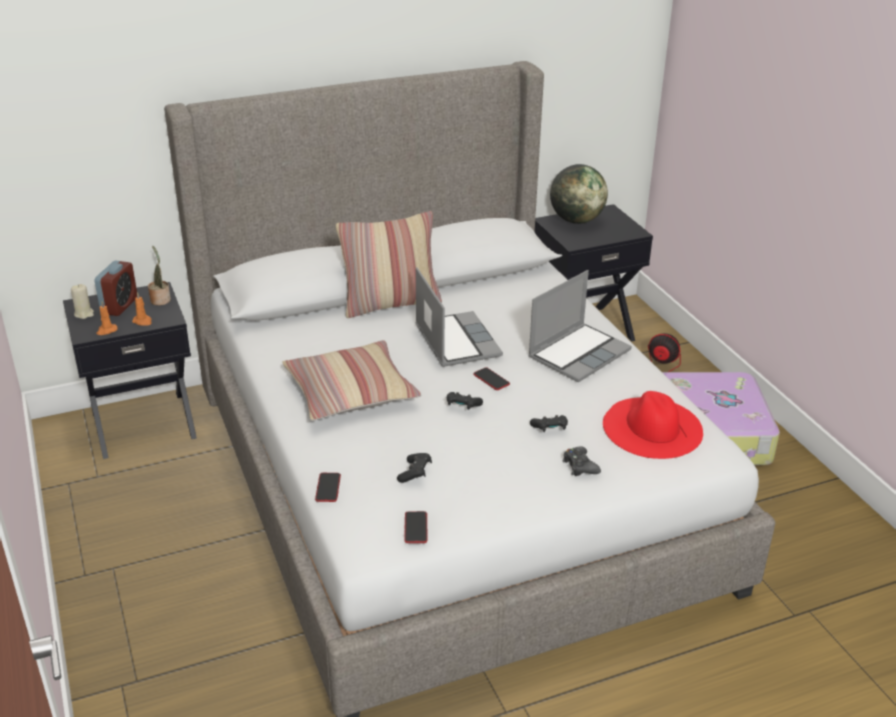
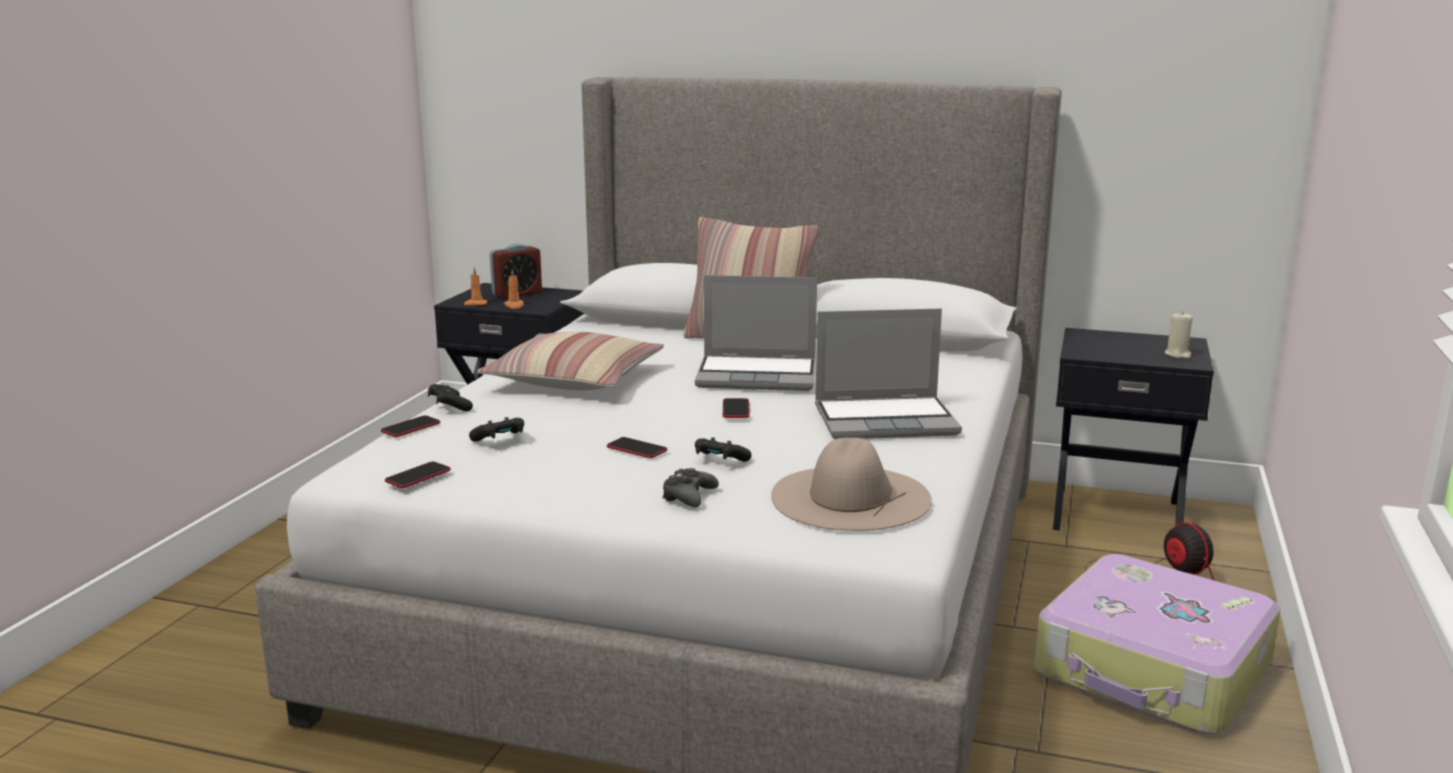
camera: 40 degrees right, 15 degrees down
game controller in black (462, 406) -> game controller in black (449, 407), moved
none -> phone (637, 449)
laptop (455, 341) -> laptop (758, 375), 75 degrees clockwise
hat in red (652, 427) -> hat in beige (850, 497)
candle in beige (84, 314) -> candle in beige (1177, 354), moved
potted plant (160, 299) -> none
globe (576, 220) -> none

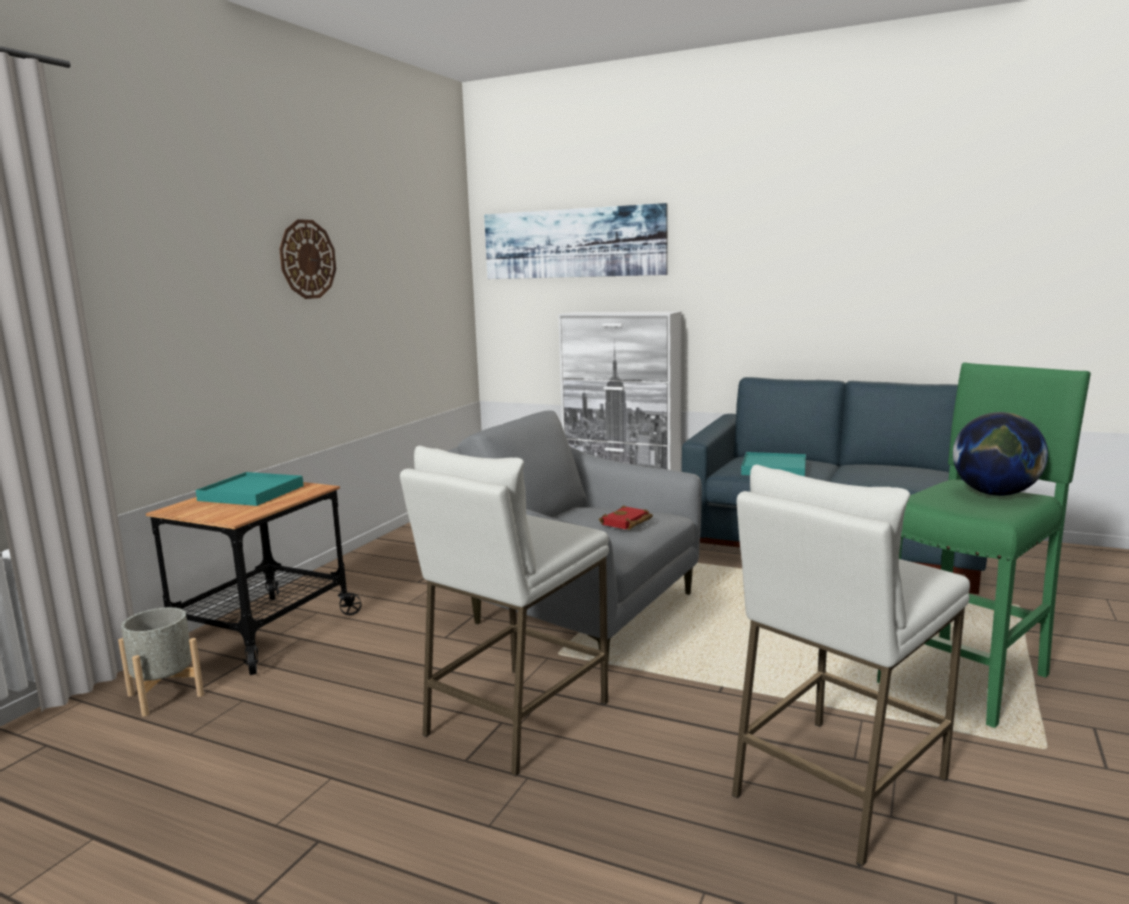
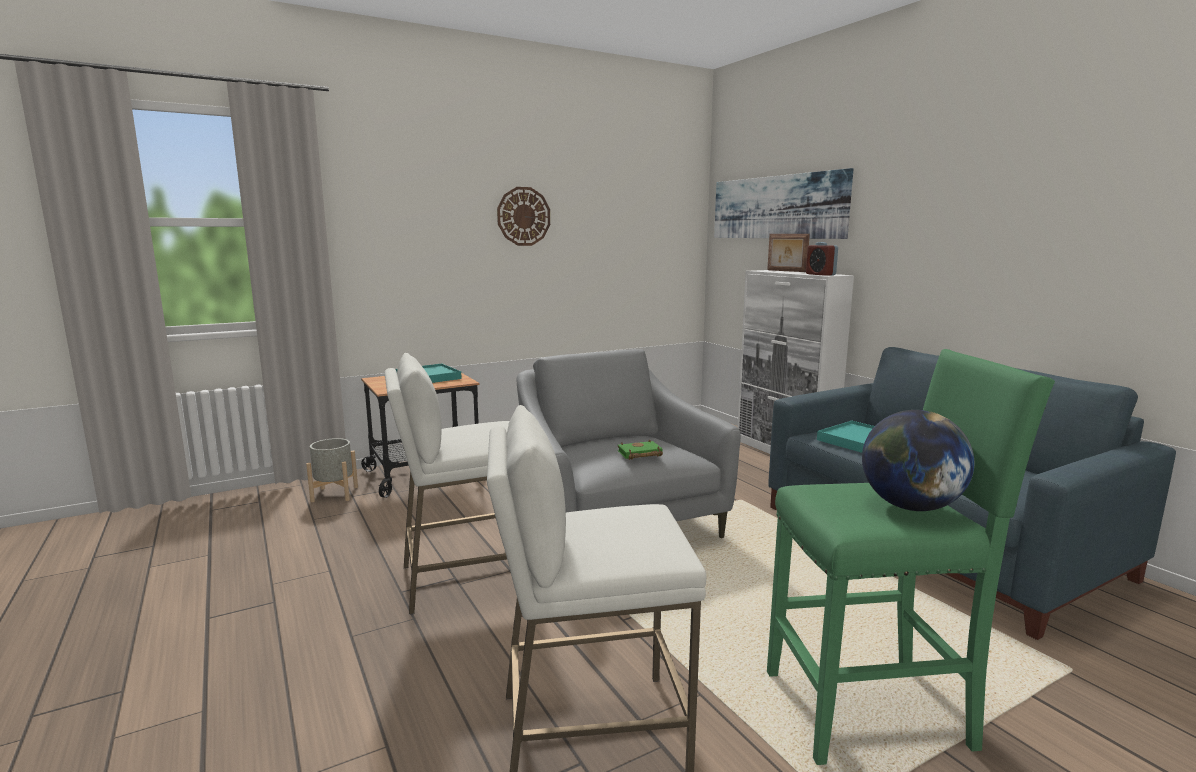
camera: 35 degrees right, 0 degrees up
book in red (626, 523) -> book in green (639, 454)
none -> picture frame (786, 271)
none -> alarm clock (820, 274)

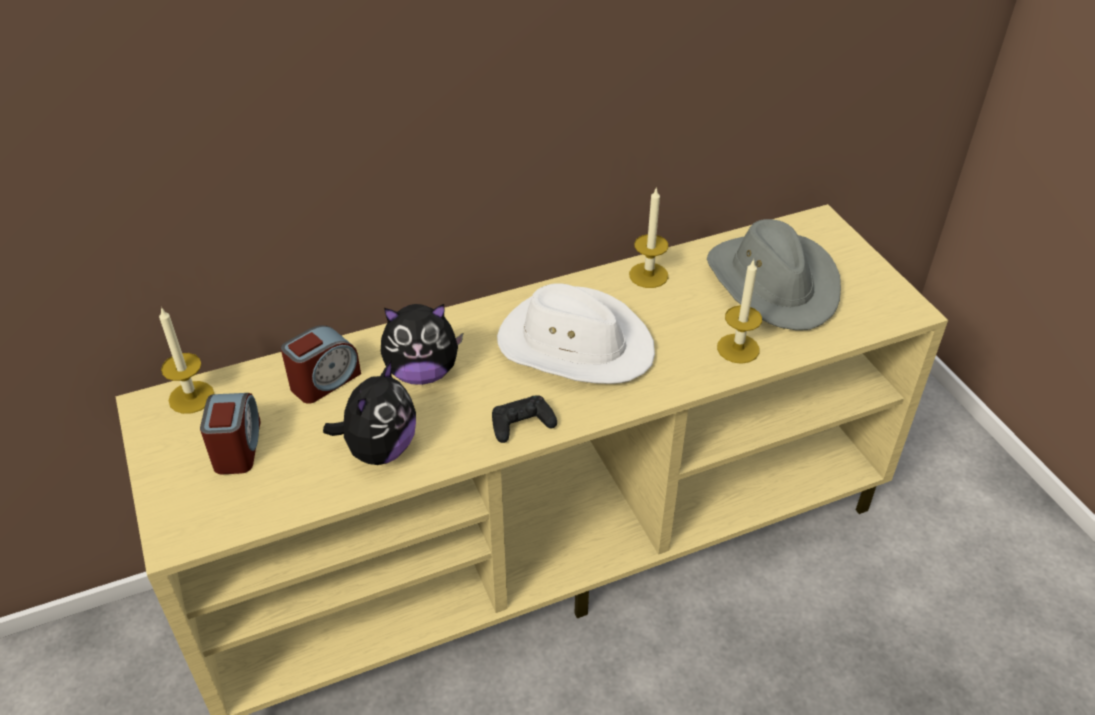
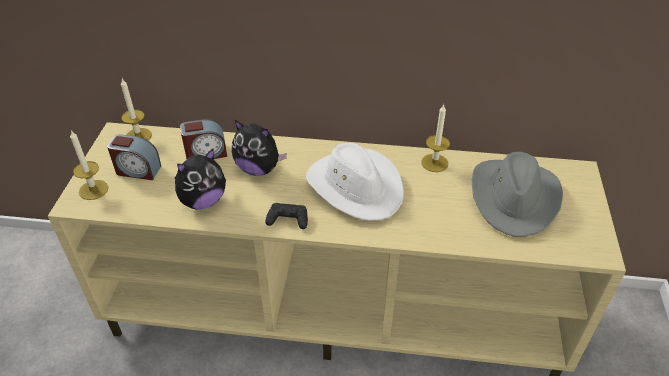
camera: 30 degrees right, 0 degrees up
candle (738, 348) -> candle (93, 190), moved
alarm clock (237, 447) -> alarm clock (137, 170), 75 degrees clockwise

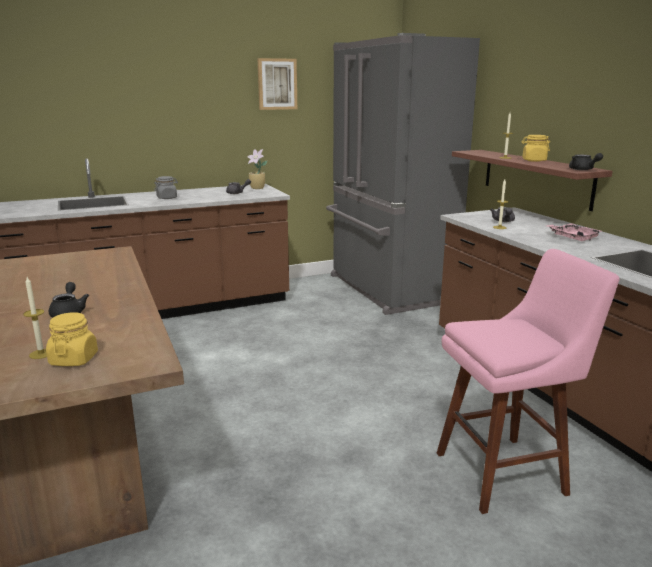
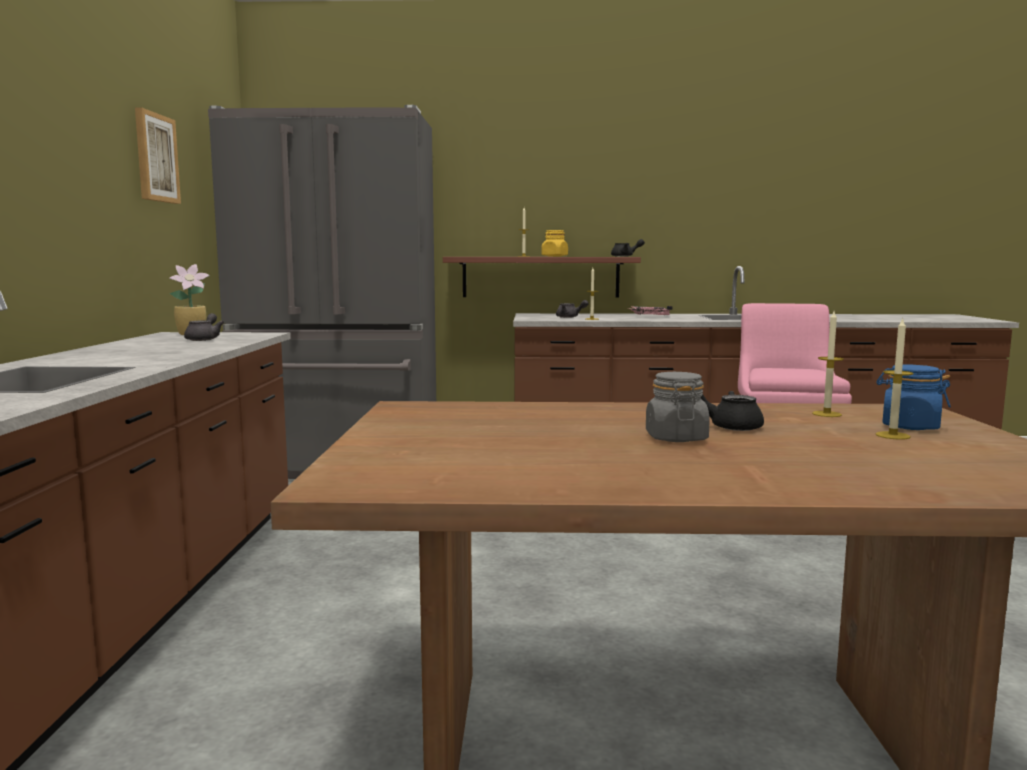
camera: 65 degrees left, 10 degrees down
jar in grey (167, 198) -> jar in grey (675, 438), moved
none -> candle (826, 414)
jar in yellow (74, 359) -> jar in blue (910, 426)

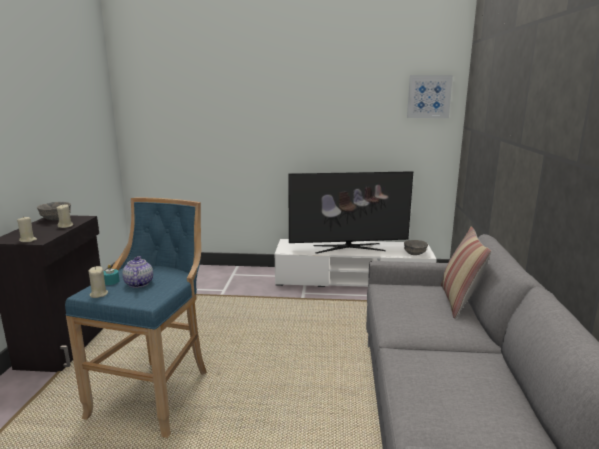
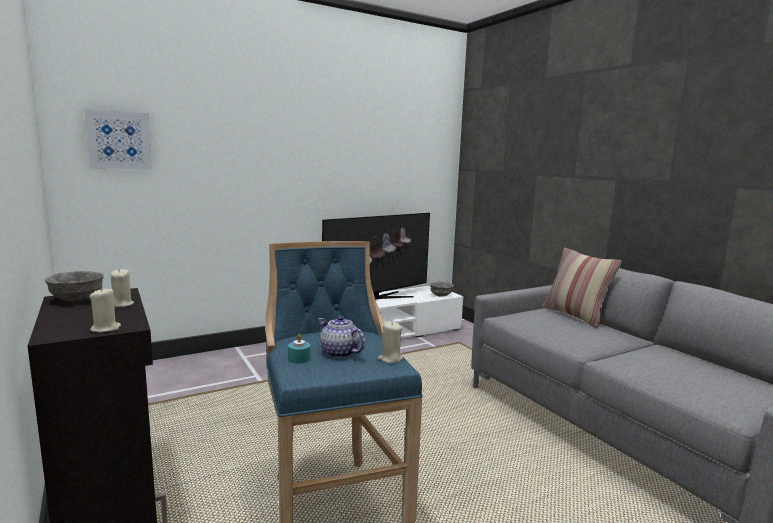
camera: 35 degrees left, 5 degrees down
picture (429, 96) -> picture (119, 140), moved
candle in beige (98, 294) -> candle in beige (390, 359), moved

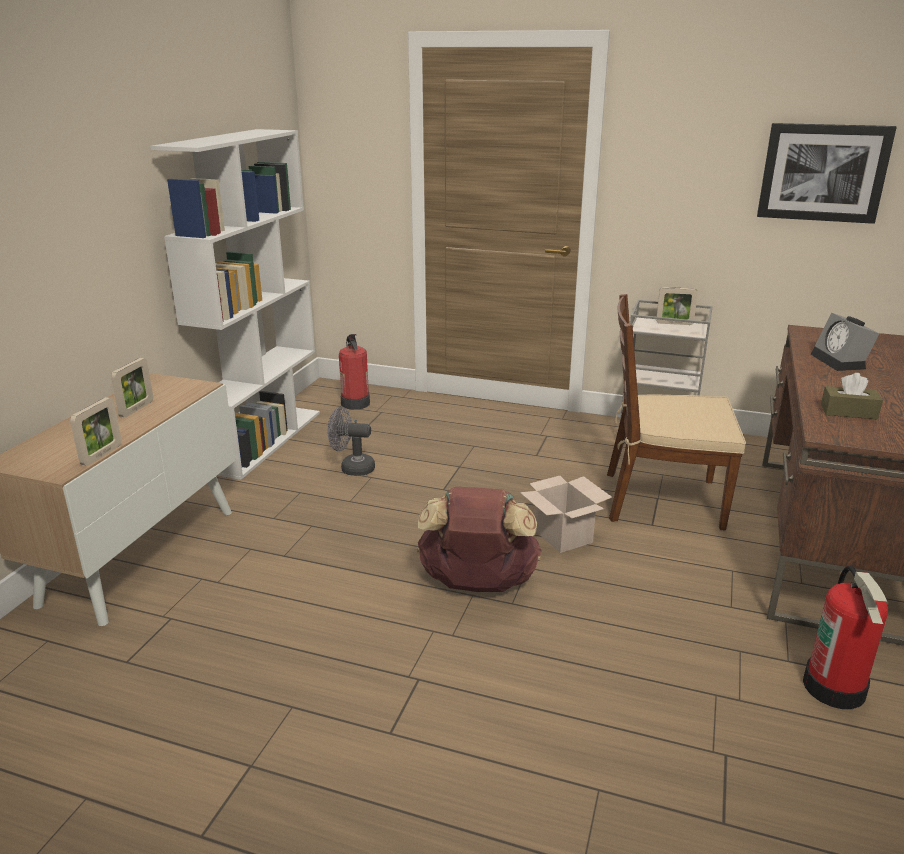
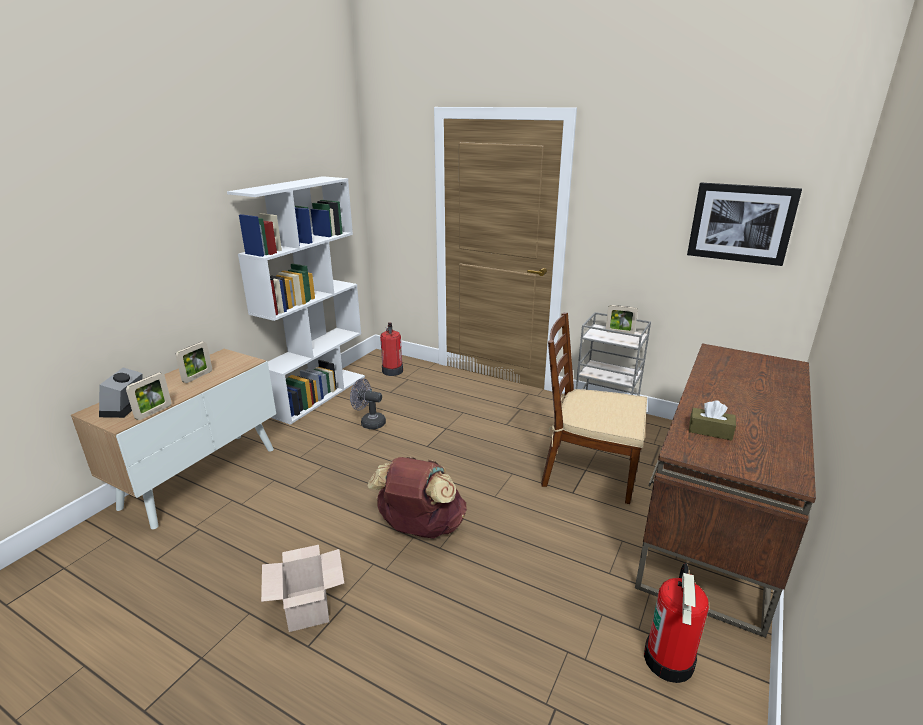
camera: 10 degrees right, 0 degrees up
alarm clock (841, 362) -> alarm clock (124, 408), moved
cardboard box (564, 536) -> cardboard box (309, 609), moved

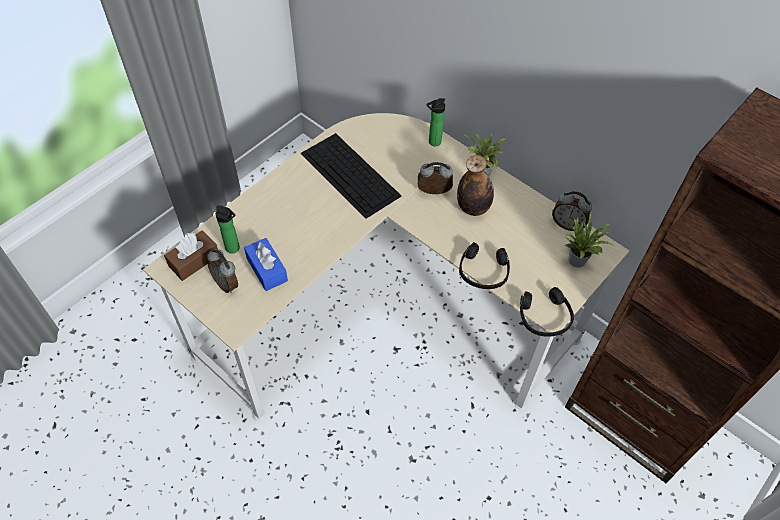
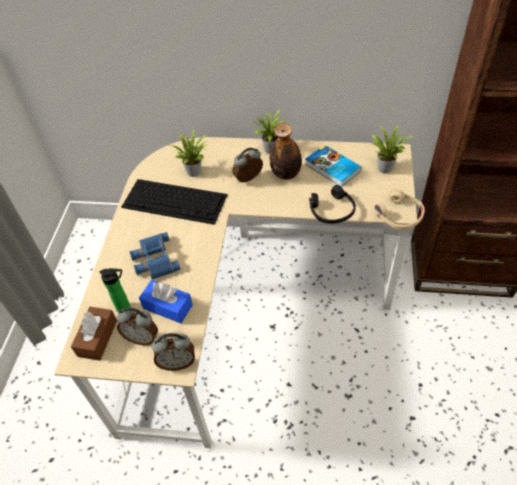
camera: 30 degrees left, 5 degrees down
none -> binoculars in blue (154, 259)
alarm clock (567, 224) -> alarm clock (177, 362), moved
none -> potted plant (195, 170)
none -> book (332, 168)
headphones in black (544, 317) -> headphones in beige (399, 215)
bottle (433, 142) -> none

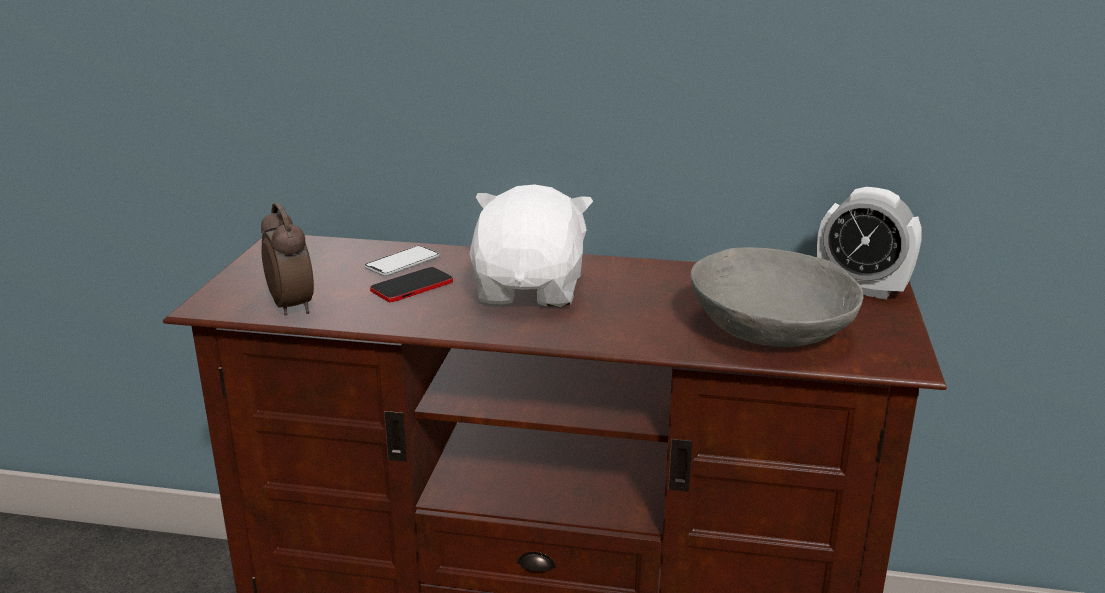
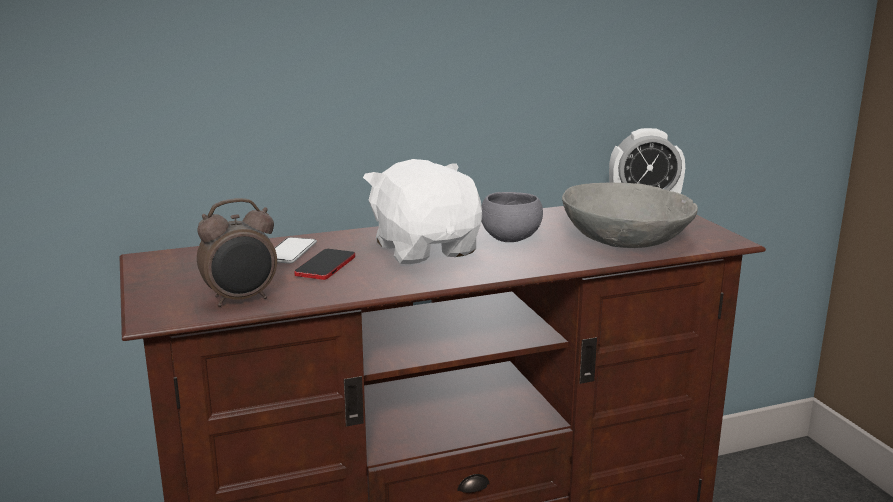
camera: 30 degrees left, 5 degrees down
alarm clock (293, 306) -> alarm clock (241, 300), 120 degrees clockwise
none -> bowl in grey (511, 239)

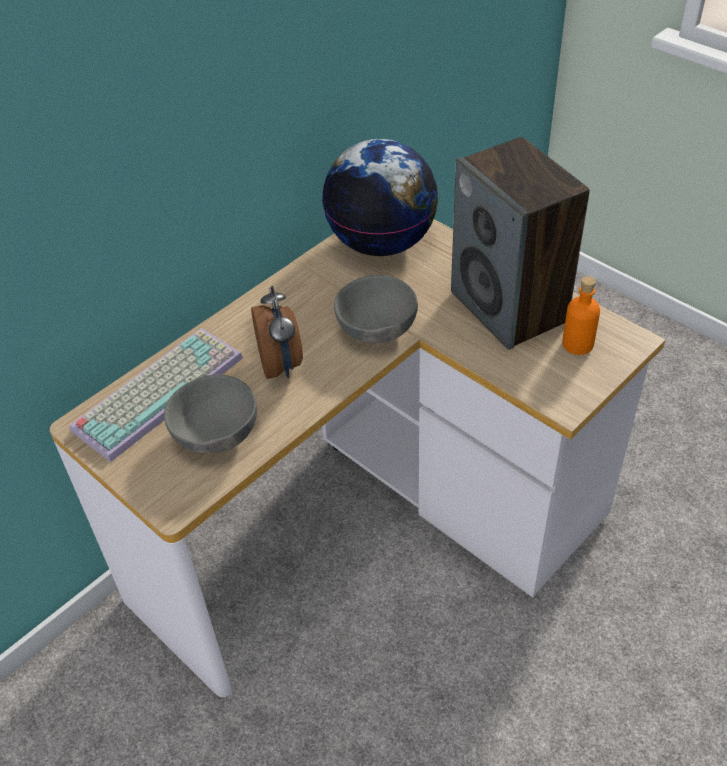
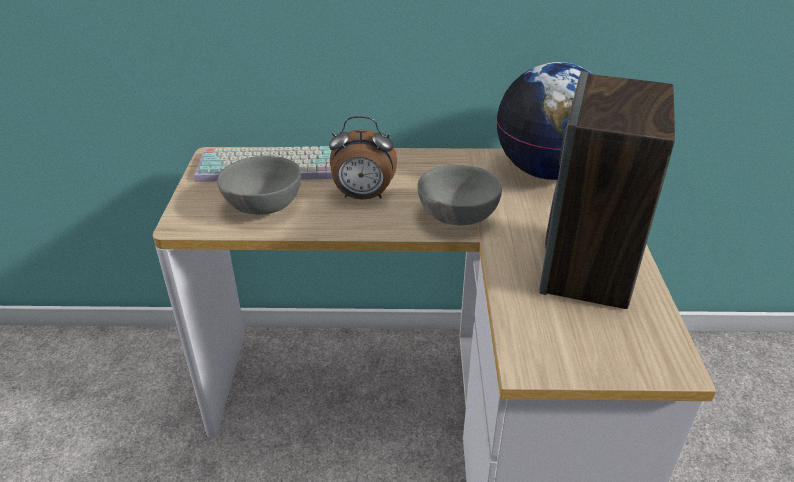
camera: 45 degrees right, 10 degrees down
alarm clock (281, 365) -> alarm clock (363, 196), 60 degrees clockwise
bottle in orange (577, 344) -> none

